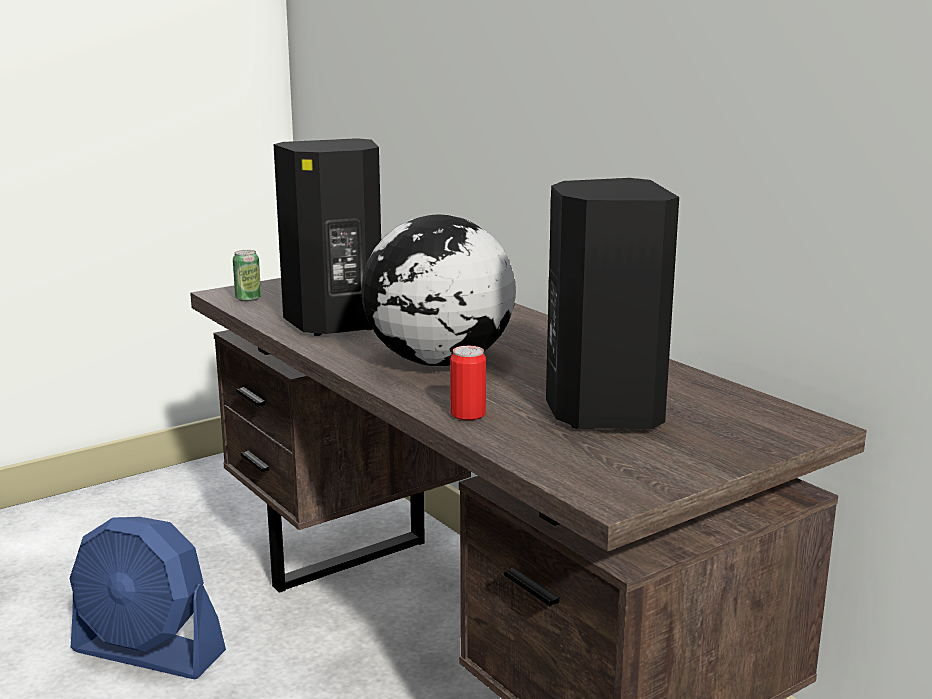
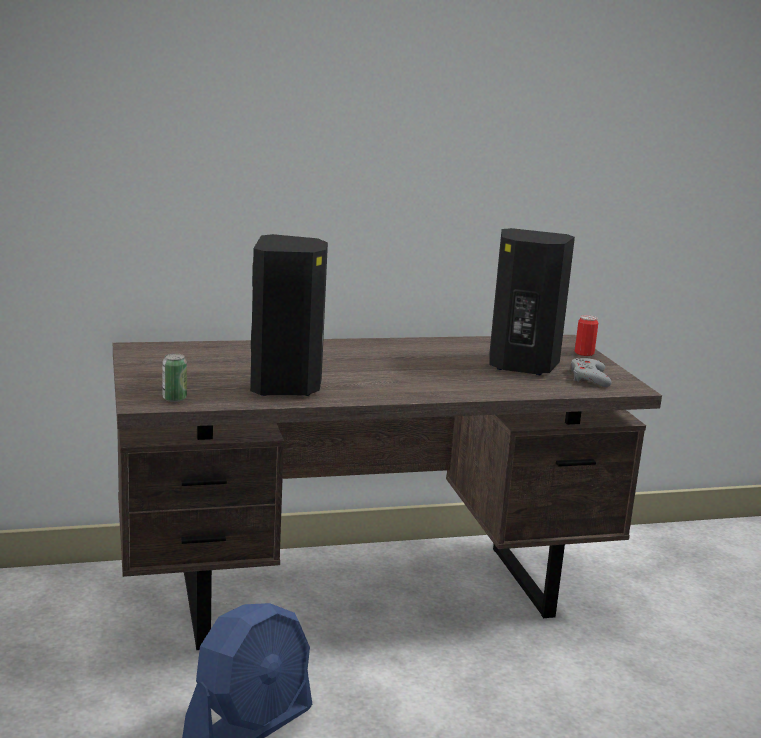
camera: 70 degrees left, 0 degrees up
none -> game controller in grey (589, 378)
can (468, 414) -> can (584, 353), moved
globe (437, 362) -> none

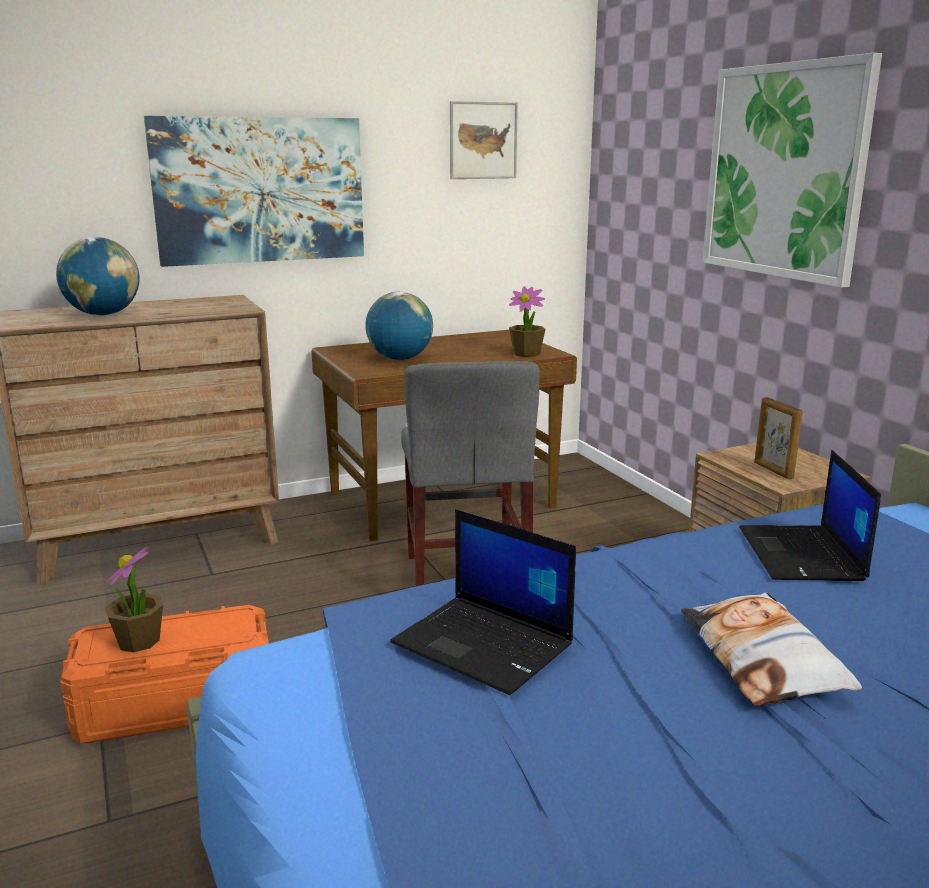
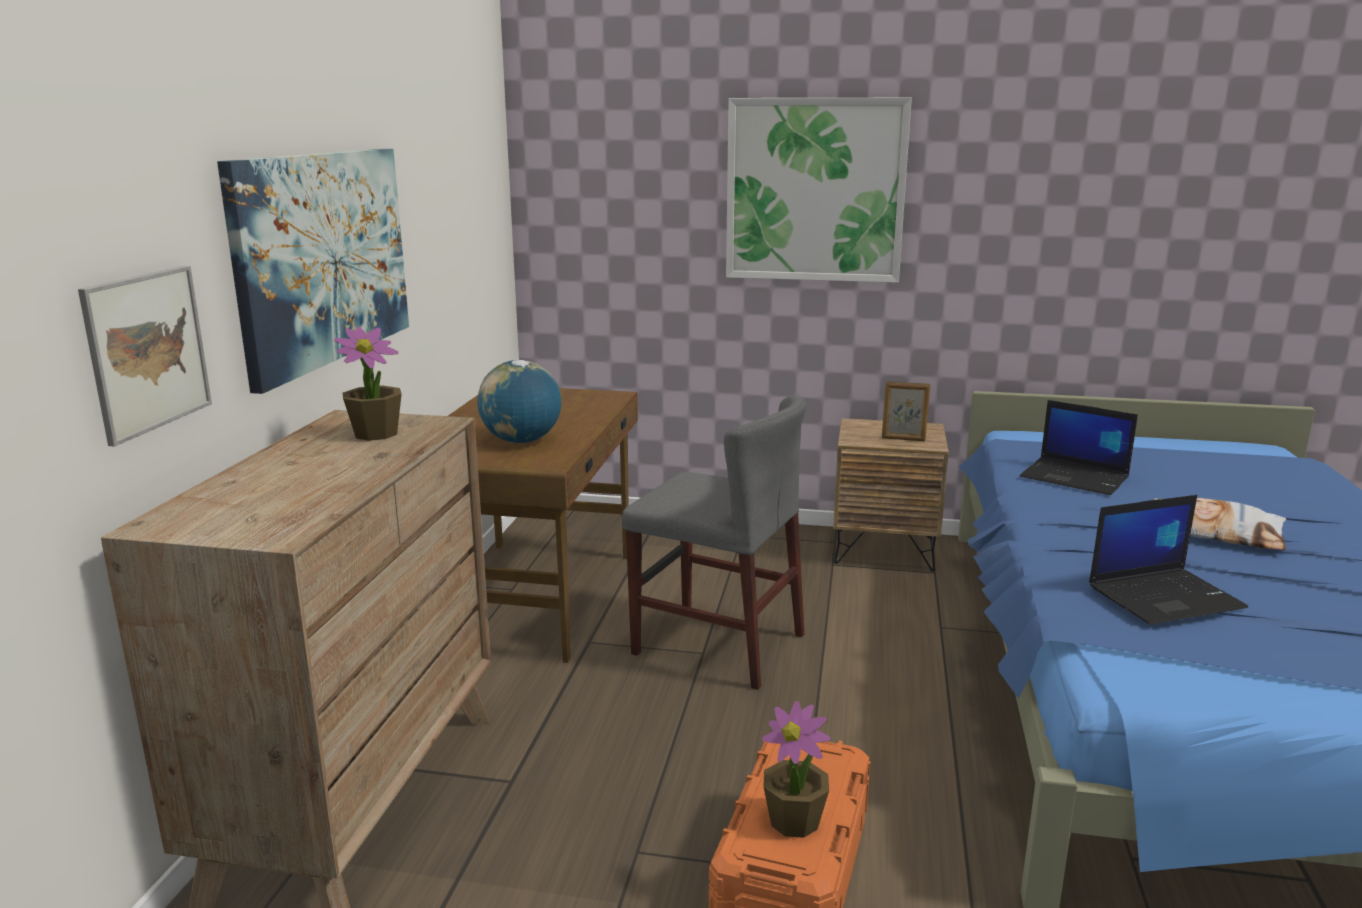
camera: 55 degrees left, 0 degrees up
picture (483, 140) -> picture (147, 351), moved
potted plant (526, 354) -> potted plant (376, 434), moved
globe (103, 314) -> none

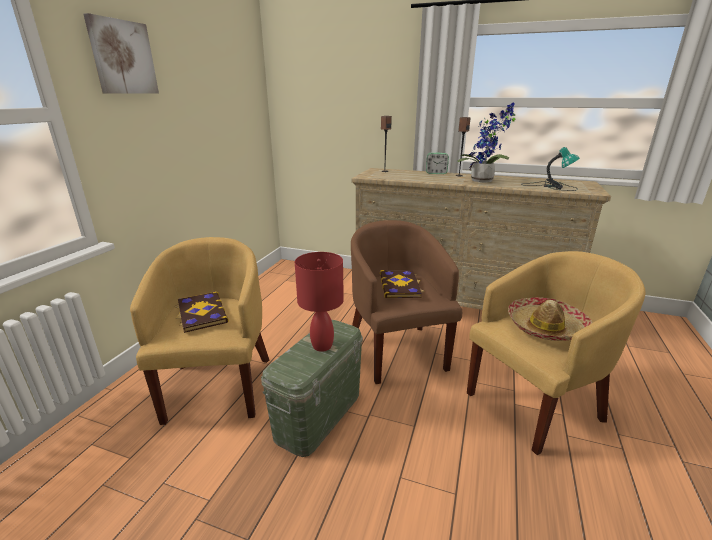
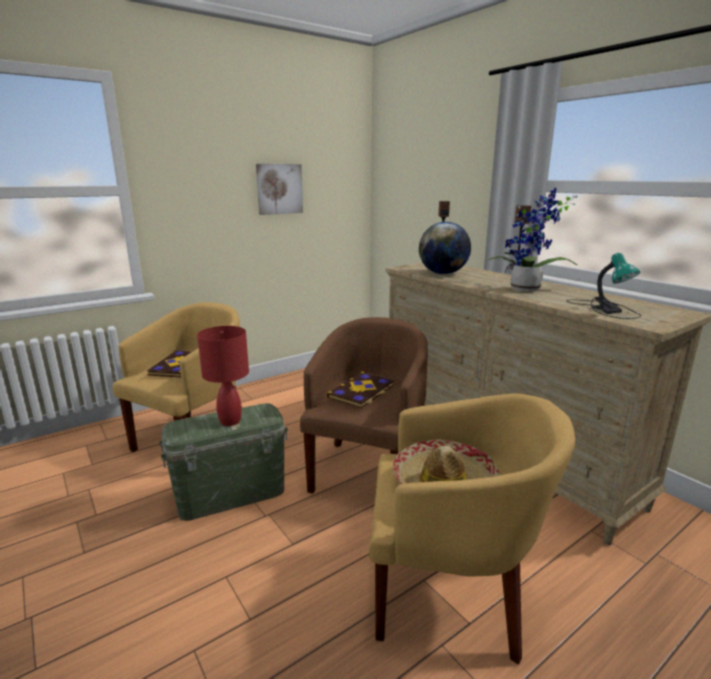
camera: 35 degrees right, 5 degrees down
picture (122, 57) -> picture (279, 189), moved
none -> globe (443, 273)
alarm clock (436, 173) -> none

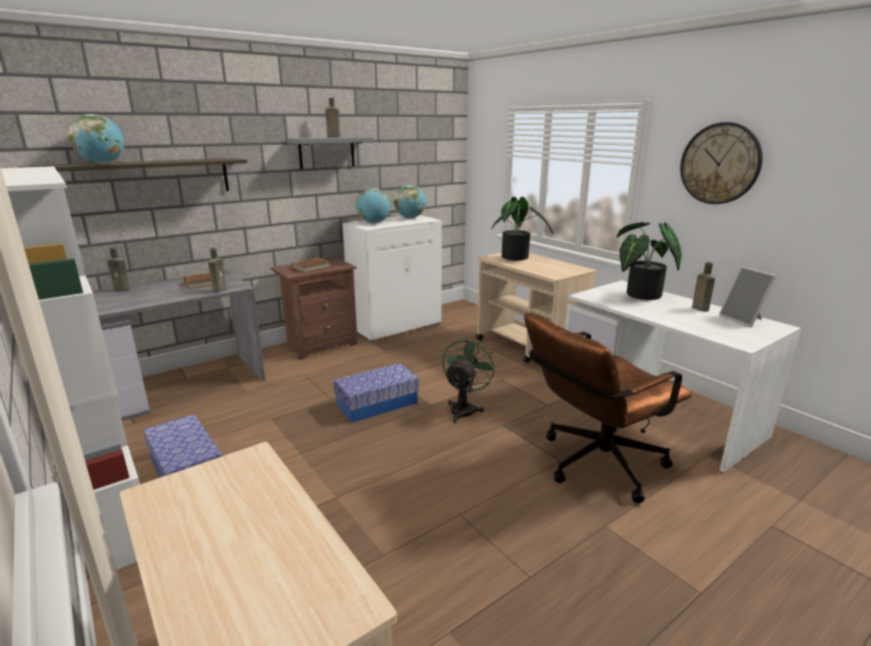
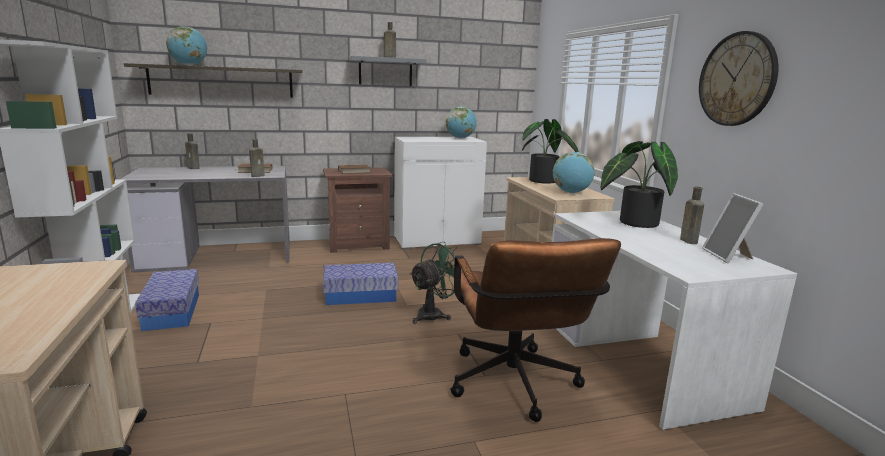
camera: 20 degrees right, 5 degrees down
office chair in brown (593, 465) -> office chair in brown (515, 388), 90 degrees counterclockwise
globe (374, 223) -> globe (571, 192), moved

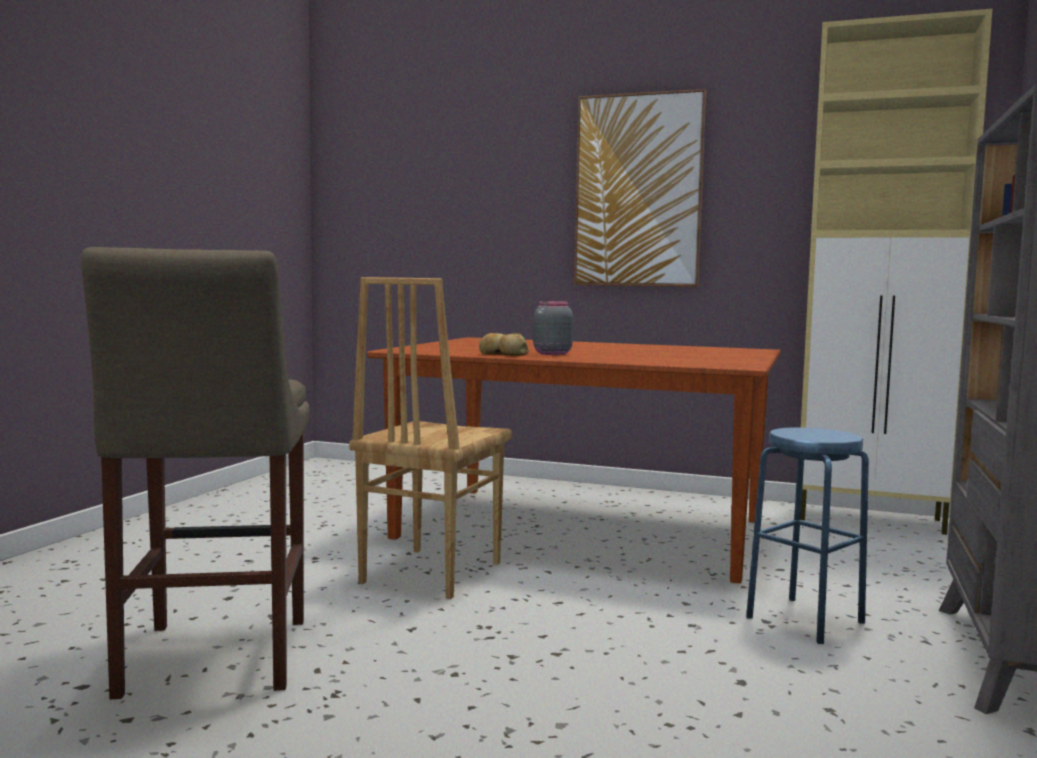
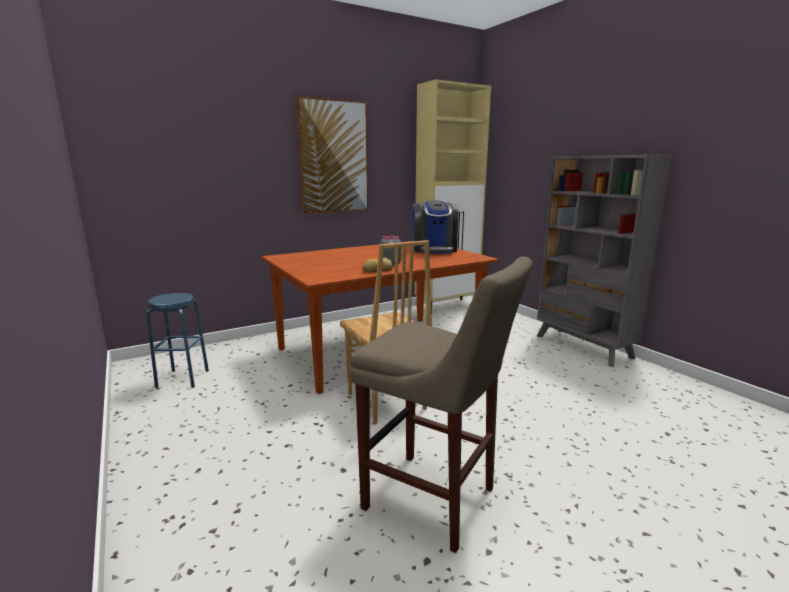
camera: 50 degrees left, 10 degrees up
stool in blue (805, 620) -> stool in blue (183, 379), moved
none -> coffee machine (434, 249)

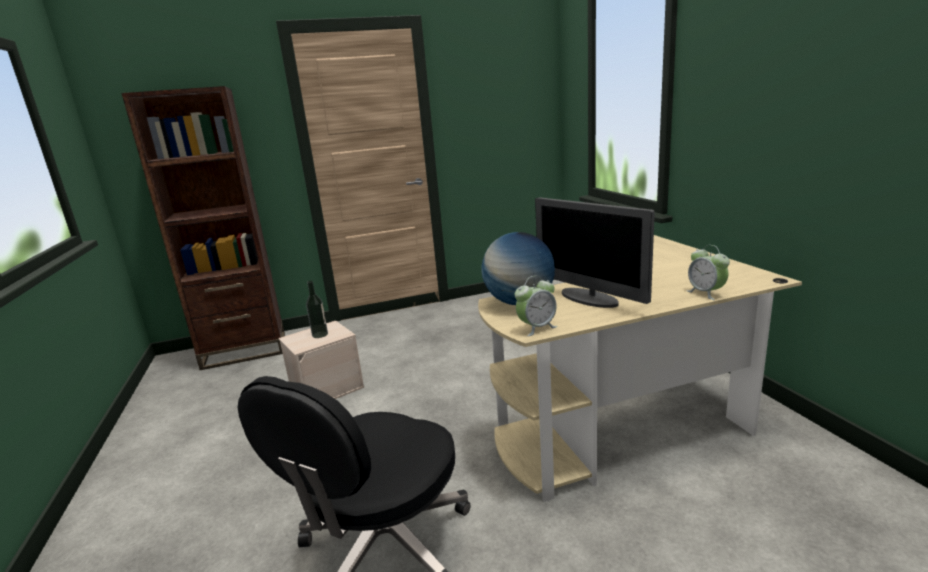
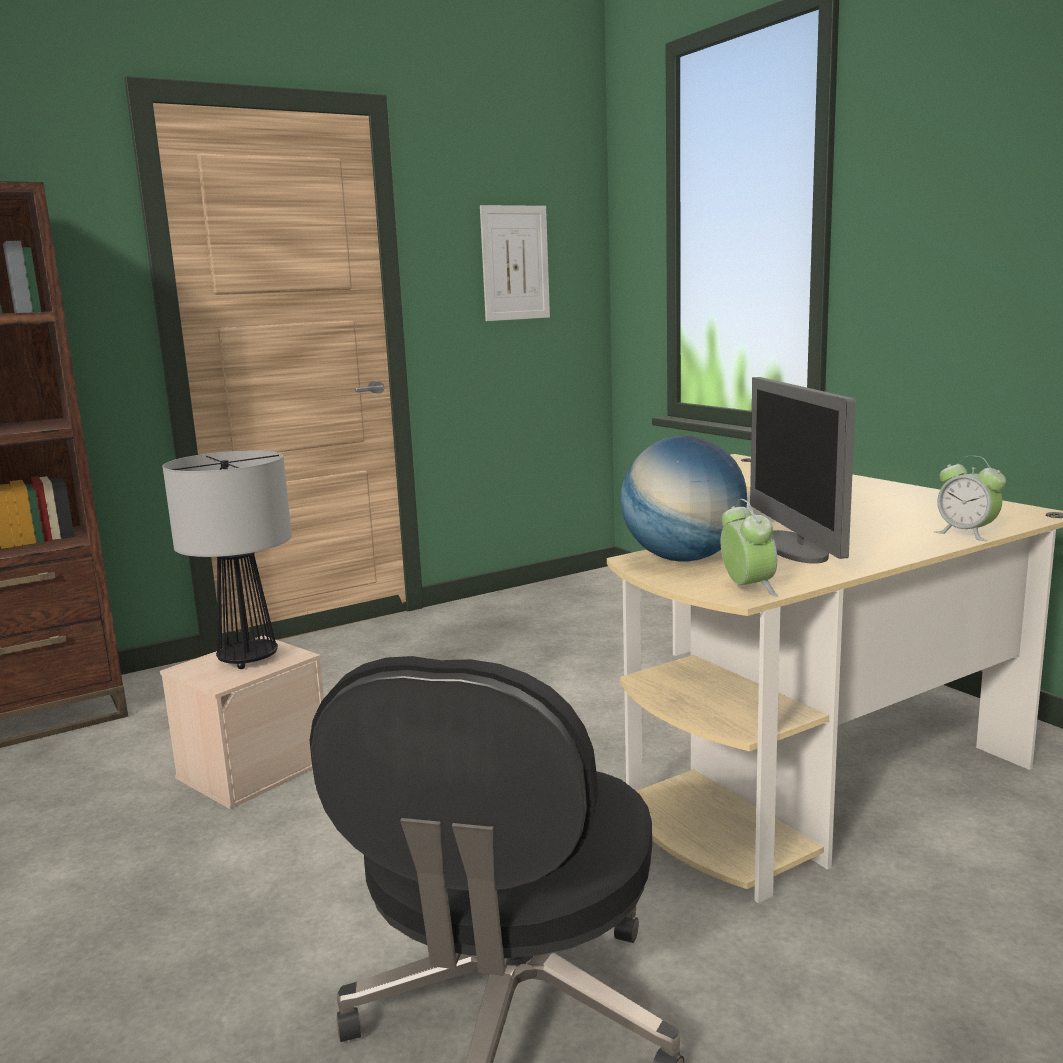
camera: 15 degrees left, 5 degrees down
bottle (320, 334) -> table lamp (247, 659)
none -> picture (515, 263)
alarm clock (536, 328) -> alarm clock (747, 589), 60 degrees counterclockwise
monitor (589, 298) -> monitor (794, 548), 45 degrees clockwise

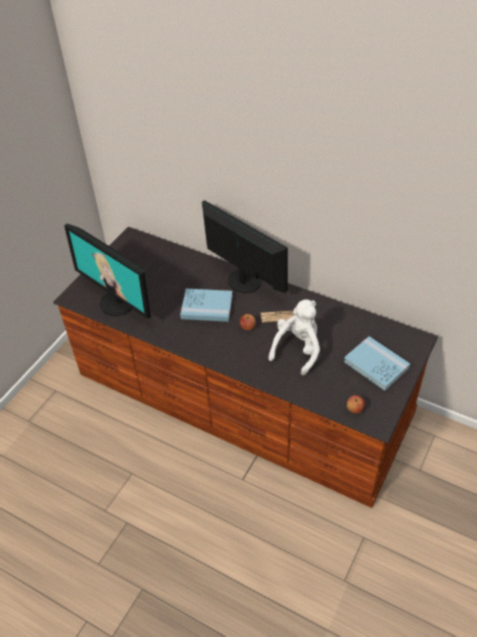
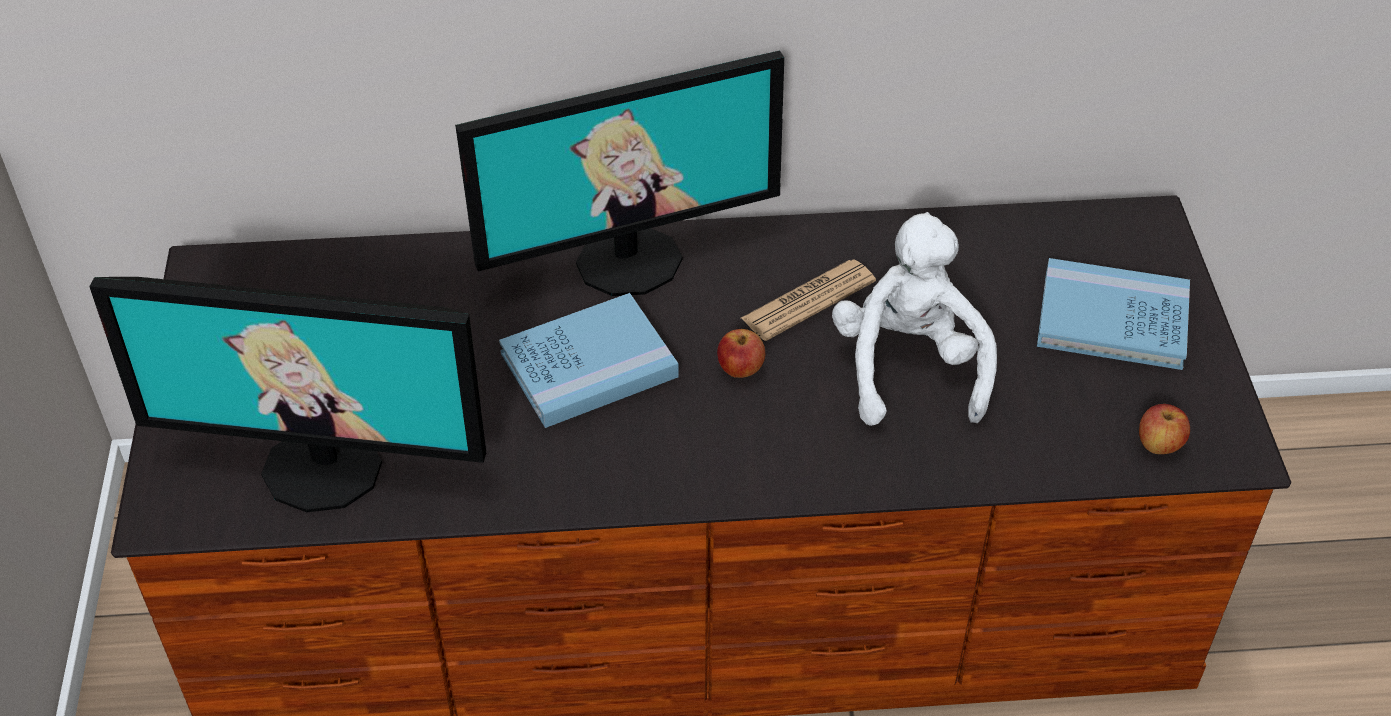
camera: 35 degrees left, 0 degrees up
monitor (243, 281) -> monitor (628, 260), 150 degrees clockwise

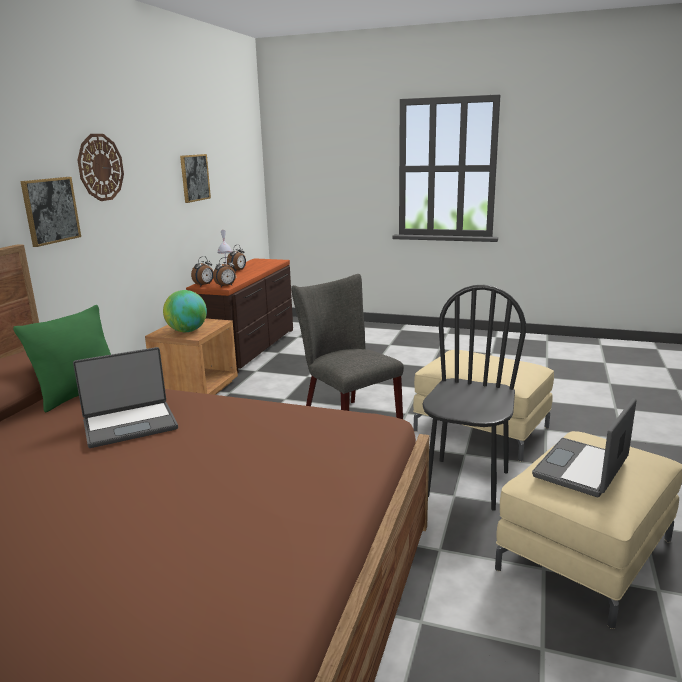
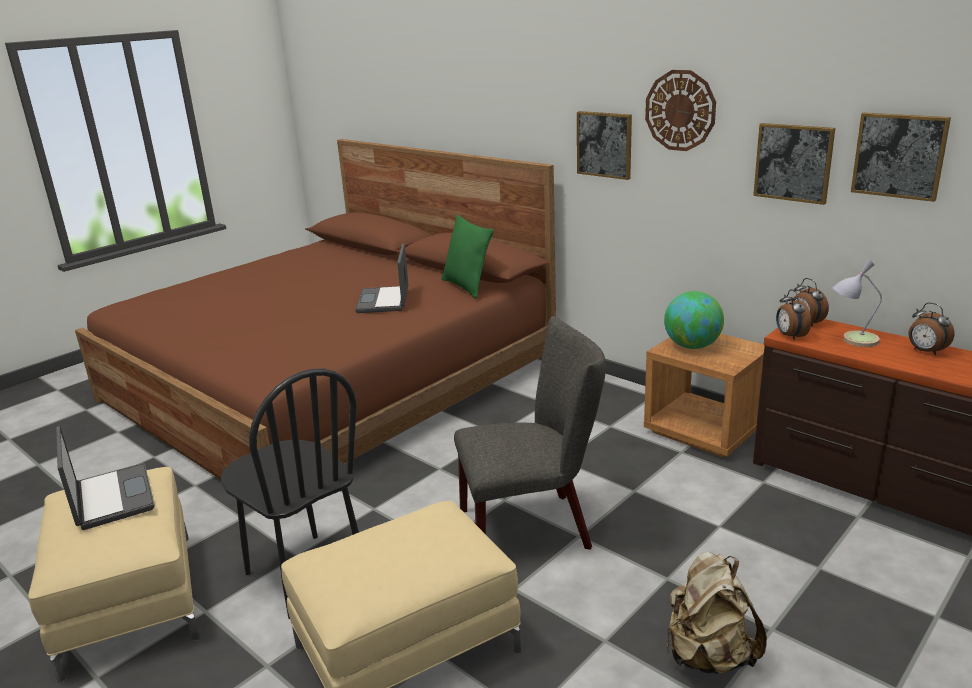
camera: 115 degrees right, 5 degrees up
none -> backpack in beige (708, 656)
none -> picture (793, 162)

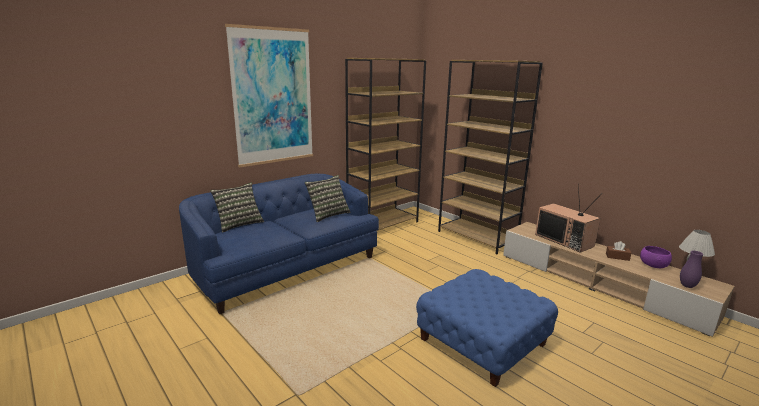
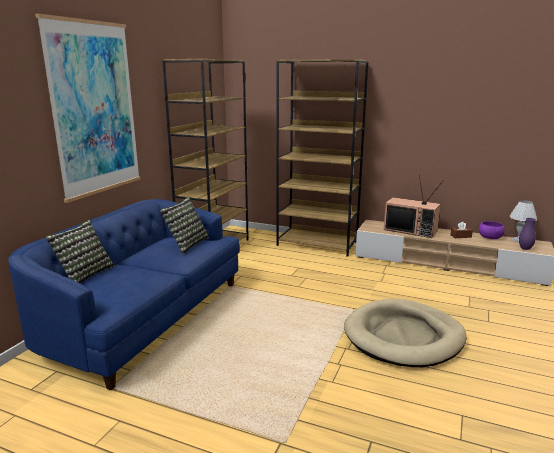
camera: 25 degrees left, 0 degrees up
ottoman in blue (483, 342) -> dog bed in beige (403, 337)

